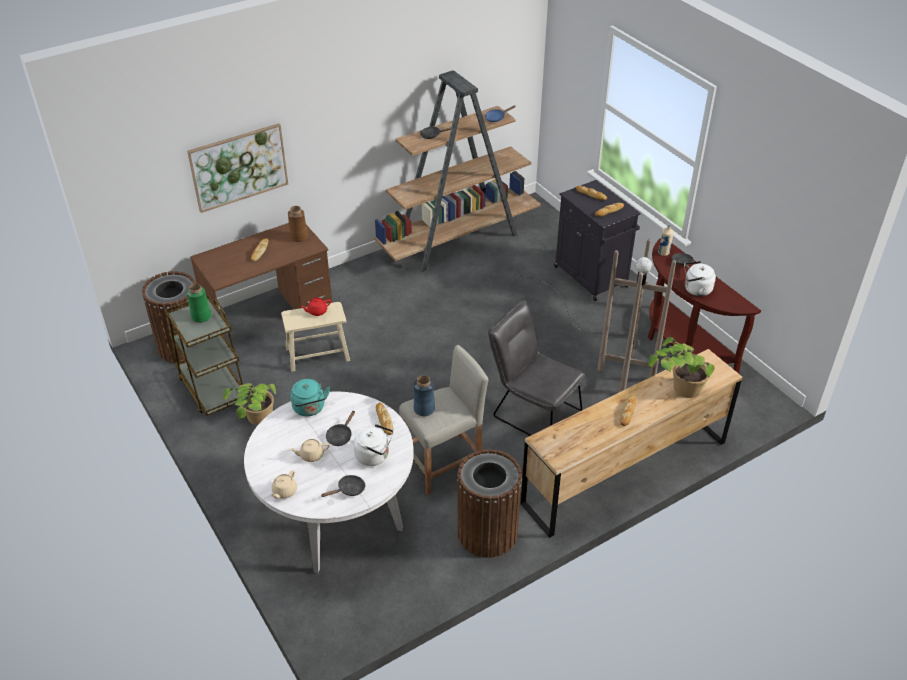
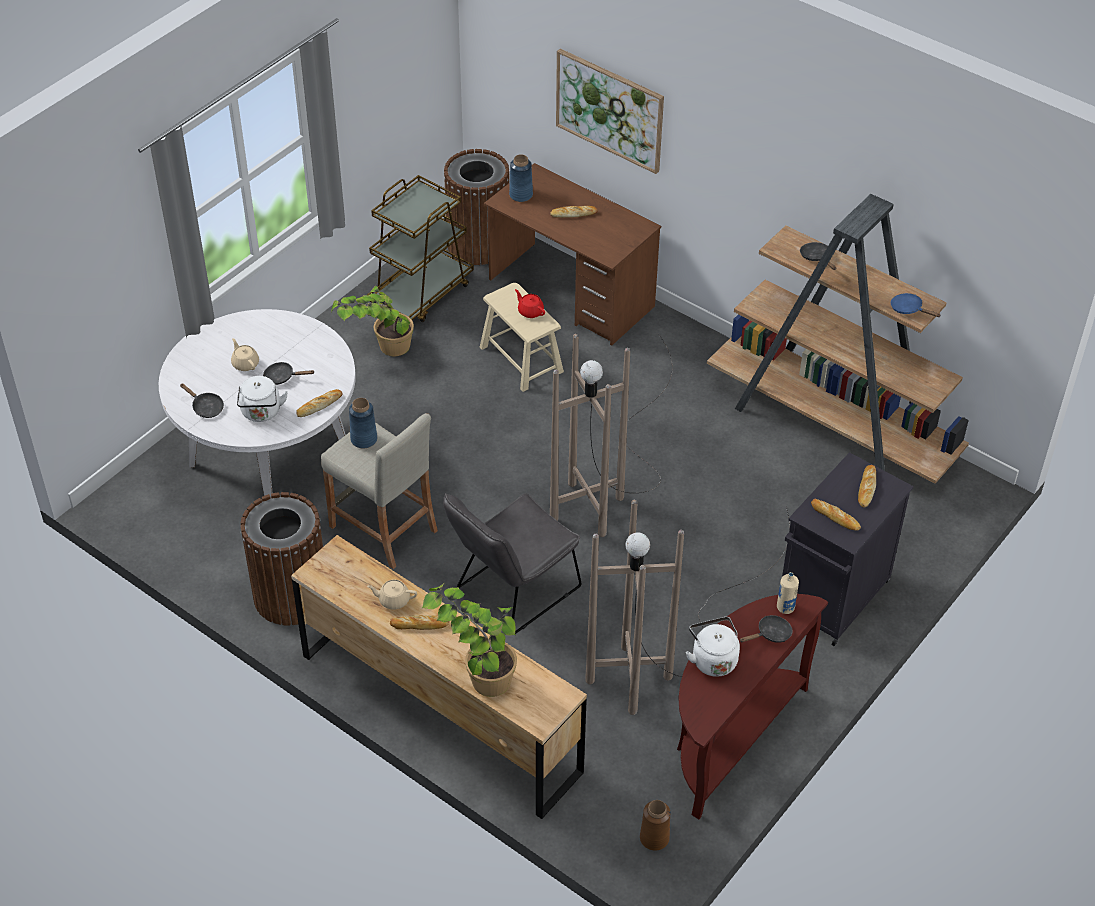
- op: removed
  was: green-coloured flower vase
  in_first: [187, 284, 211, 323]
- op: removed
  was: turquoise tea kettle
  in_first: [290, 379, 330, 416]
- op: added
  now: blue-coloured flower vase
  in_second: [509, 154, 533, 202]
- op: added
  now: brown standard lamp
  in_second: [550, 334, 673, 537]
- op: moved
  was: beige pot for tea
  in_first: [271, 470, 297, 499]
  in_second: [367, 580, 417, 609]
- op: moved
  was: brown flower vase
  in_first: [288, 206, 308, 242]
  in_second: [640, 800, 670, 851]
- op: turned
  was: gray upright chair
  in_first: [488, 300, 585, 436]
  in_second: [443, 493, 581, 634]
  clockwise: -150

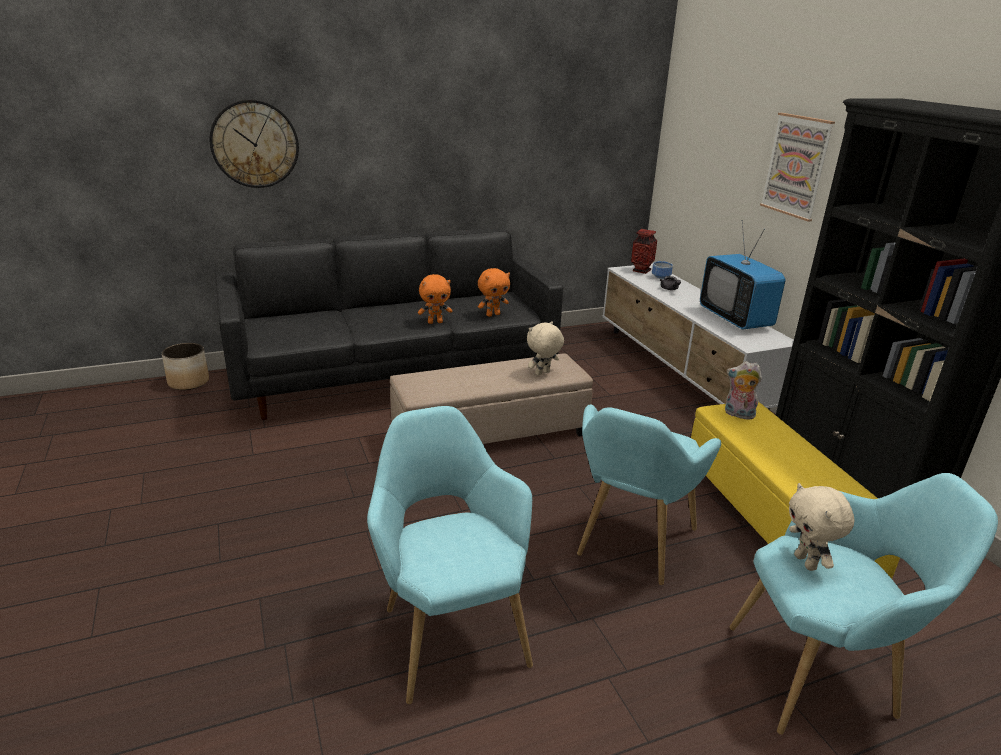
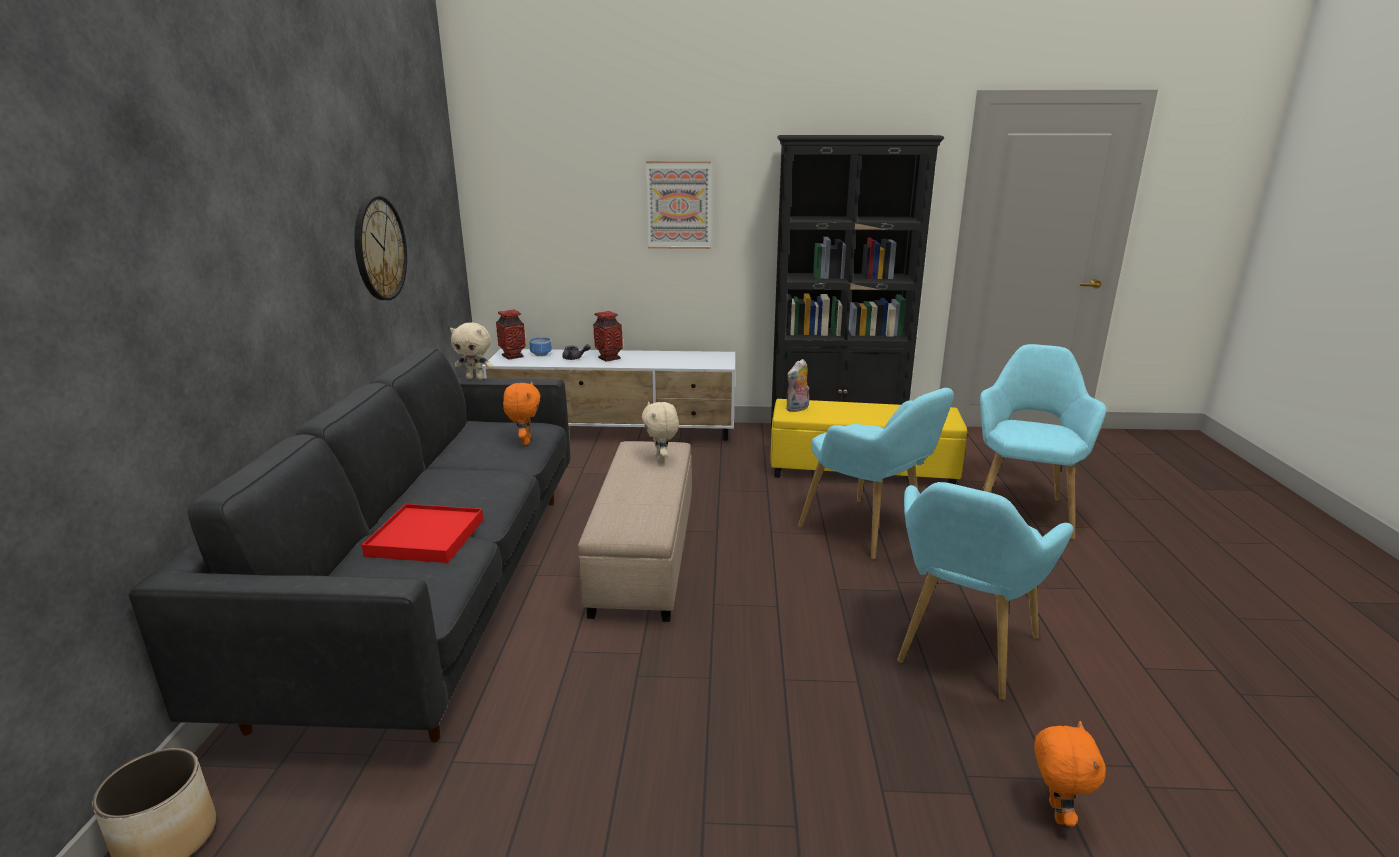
- op: removed
  was: television
  in_first: [700, 220, 785, 329]
- op: added
  now: red-coloured serving tray
  in_second: [362, 504, 483, 563]
- op: added
  now: flower vase
  in_second: [593, 311, 623, 362]
- op: moved
  was: hanging clock
  in_first: [210, 99, 299, 188]
  in_second: [354, 196, 407, 300]
- op: moved
  was: orangey plush toy
  in_first: [418, 274, 452, 324]
  in_second: [1034, 721, 1106, 826]
- op: moved
  was: beige plush toy
  in_first: [789, 483, 855, 571]
  in_second: [450, 323, 493, 380]
- op: turned
  was: turquoise easy chair
  in_first: [367, 406, 533, 704]
  in_second: [897, 482, 1073, 700]
  clockwise: -60

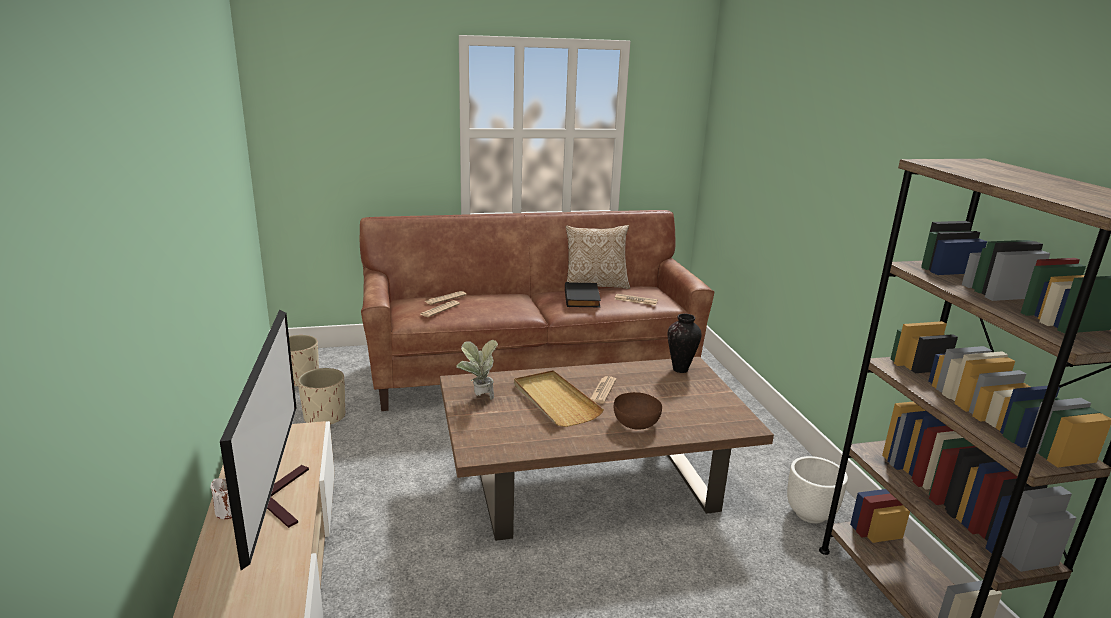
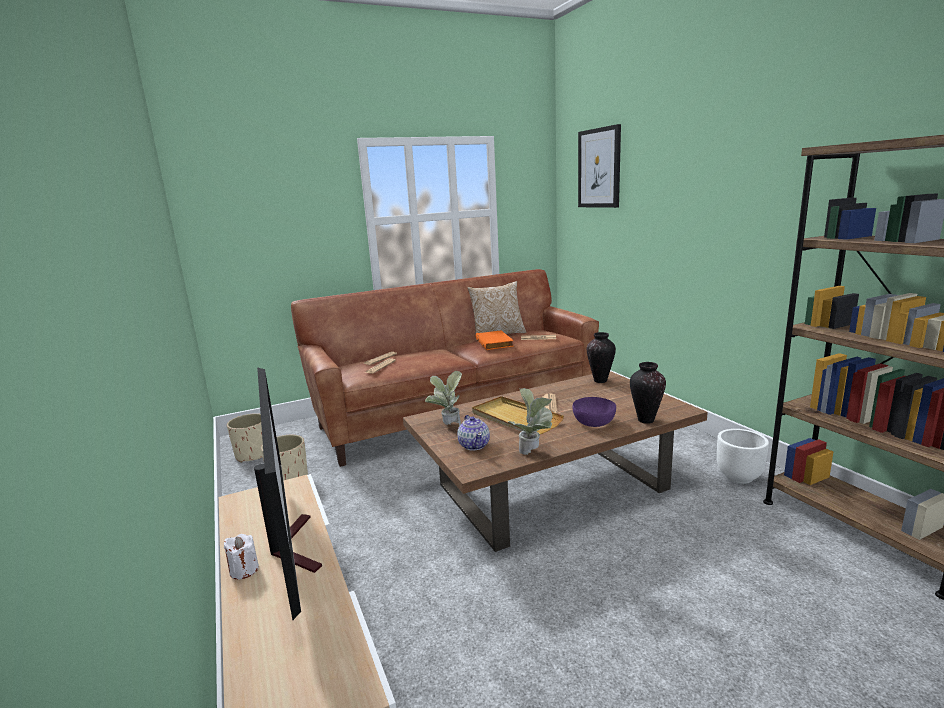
- op: added
  now: pot for tea
  in_second: [457, 415, 490, 451]
- op: added
  now: potted plant
  in_second: [508, 388, 553, 455]
- op: added
  now: picture
  in_second: [578, 124, 621, 208]
- op: added
  now: flower vase
  in_second: [630, 362, 666, 424]
- op: recoloured
  was: black-coloured bound book
  now: orangey bound book
  in_first: [565, 282, 601, 307]
  in_second: [476, 330, 514, 350]
- op: recoloured
  was: brown serving bowl
  now: purplish serving bowl
  in_first: [614, 392, 662, 430]
  in_second: [573, 397, 616, 427]

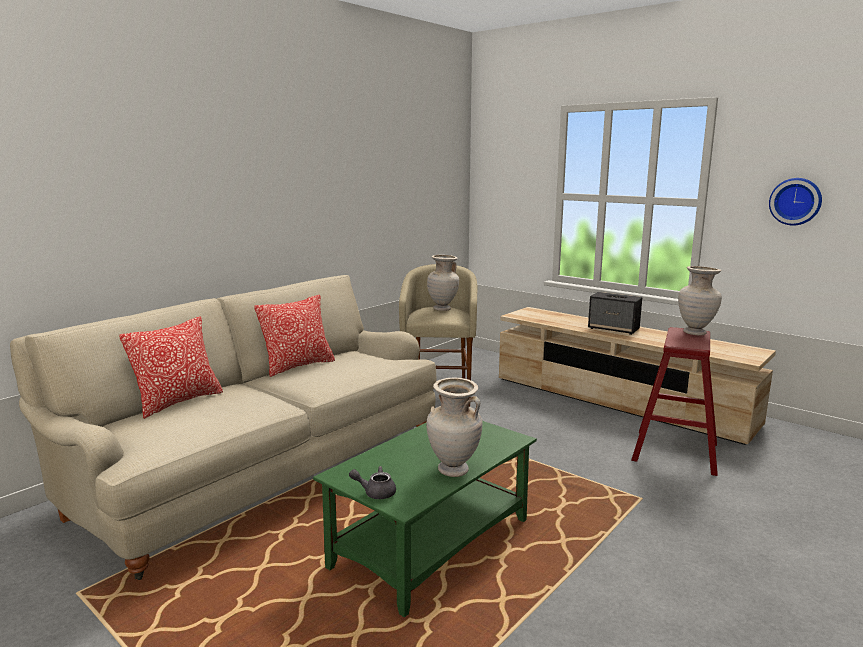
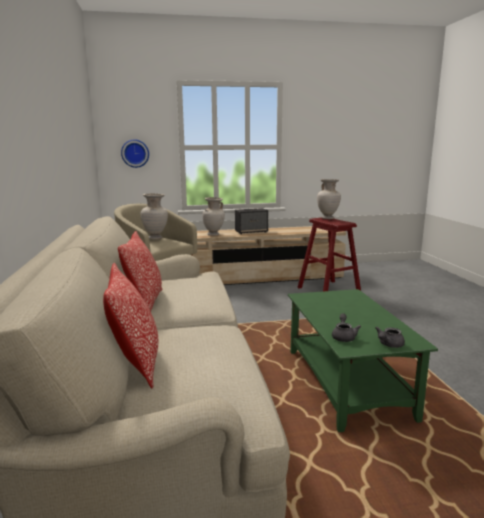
- op: added
  now: gray pot for tea
  in_second: [332, 313, 361, 342]
- op: moved
  was: beige flower vase
  in_first: [426, 378, 482, 477]
  in_second: [202, 197, 225, 236]
- op: moved
  was: hanging clock
  in_first: [769, 178, 822, 226]
  in_second: [121, 139, 149, 168]

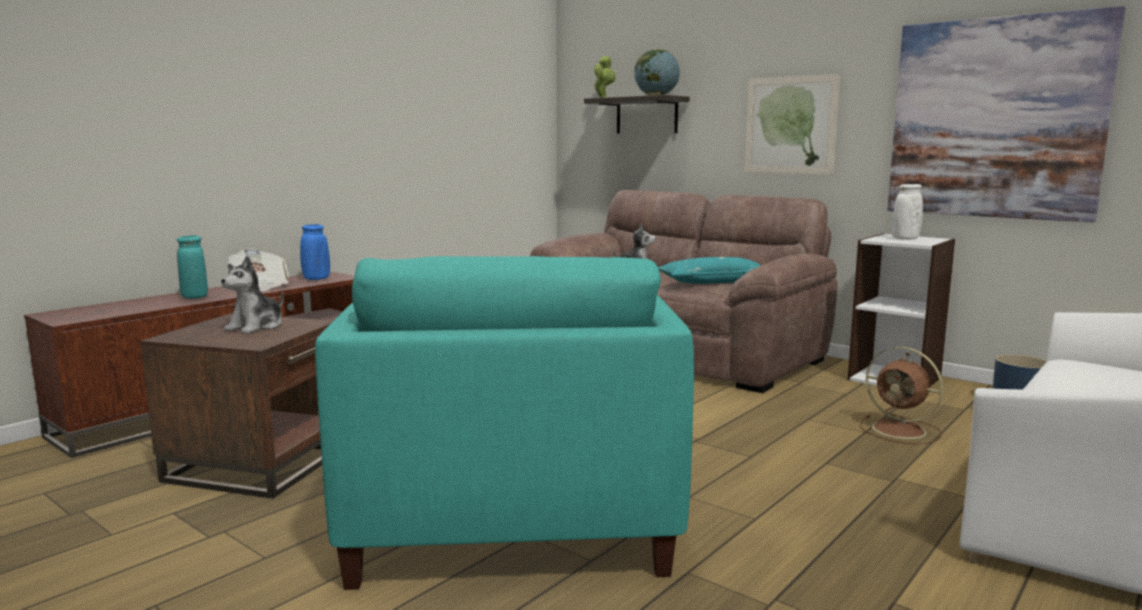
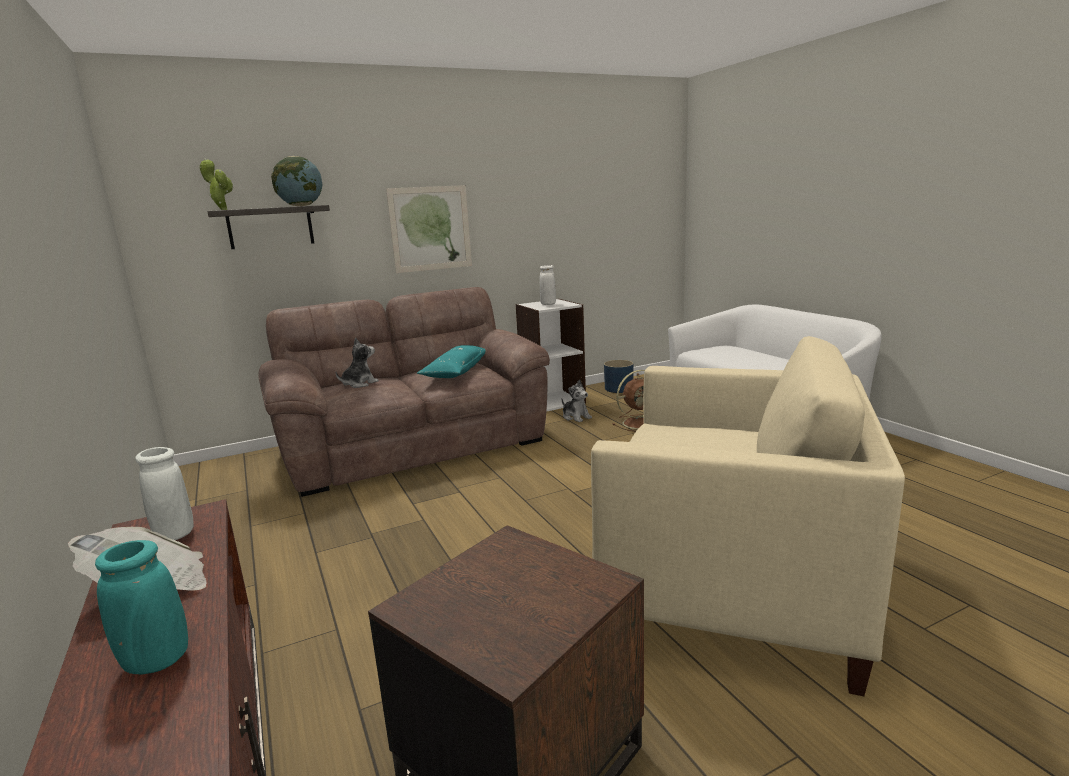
- op: removed
  was: picture
  in_first: [887, 6, 1126, 223]
- op: moved
  was: plush toy
  in_first: [221, 256, 284, 334]
  in_second: [562, 380, 592, 422]
- op: recoloured
  was: blue-coloured flower vase
  now: white-coloured flower vase
  in_first: [300, 224, 330, 280]
  in_second: [135, 447, 194, 540]
- op: recoloured
  was: turquoise easy chair
  now: beige easy chair
  in_first: [315, 256, 694, 590]
  in_second: [591, 336, 905, 696]

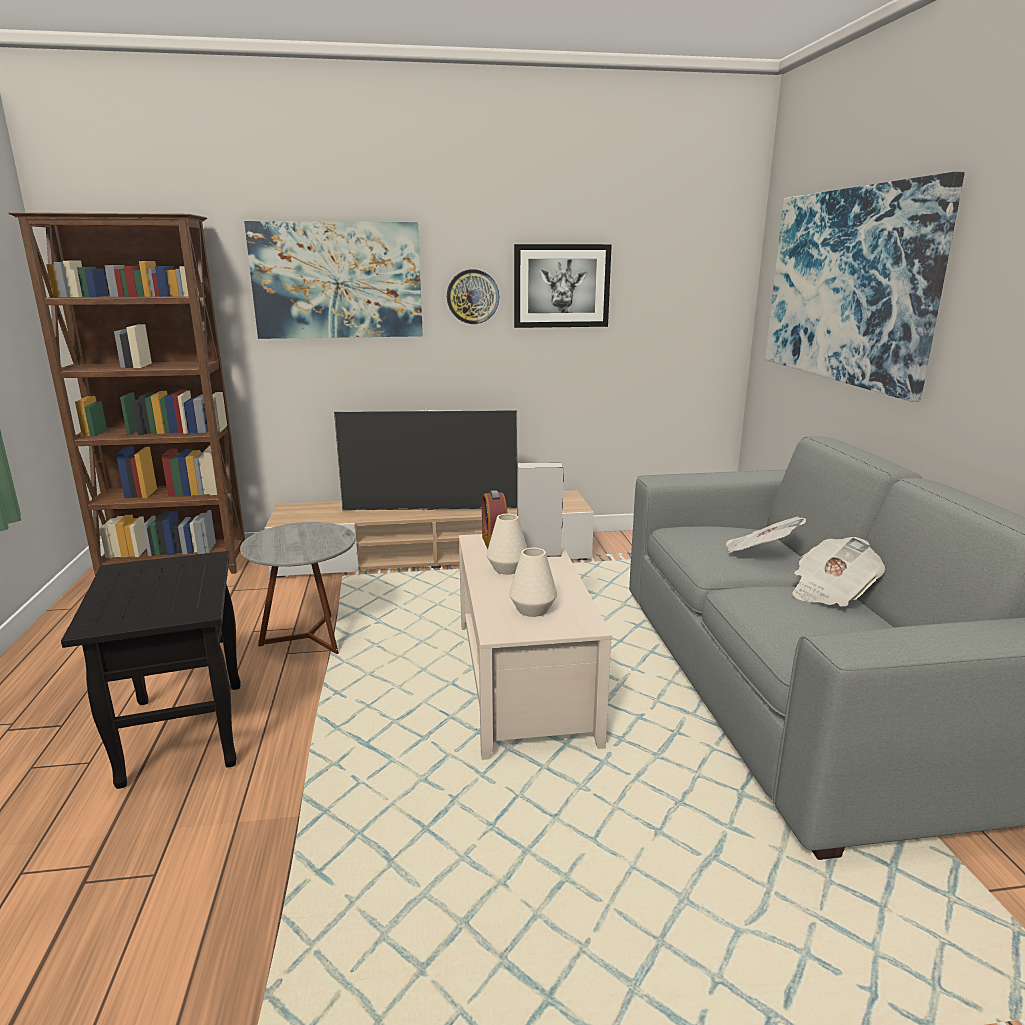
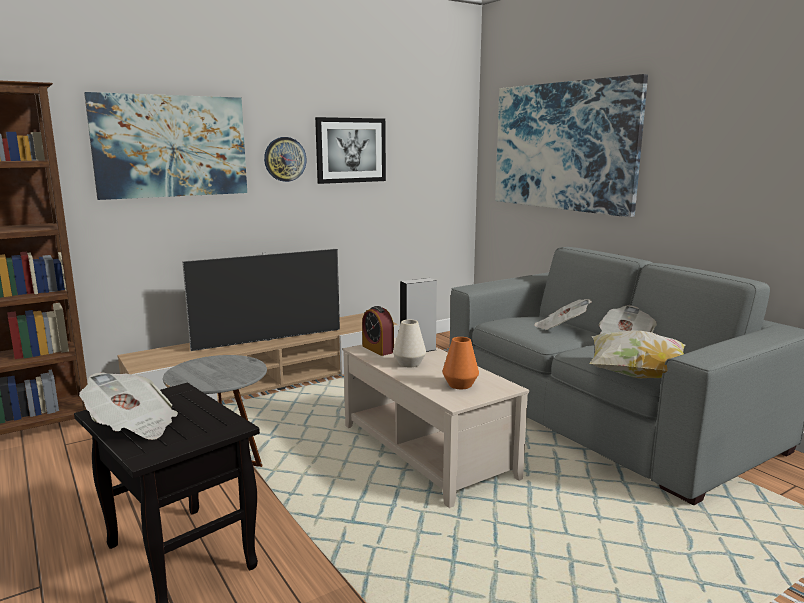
- op: added
  now: daily paper
  in_second: [79, 372, 178, 440]
- op: added
  now: cushion
  in_second: [589, 330, 685, 379]
- op: recoloured
  was: white-coloured flower vase
  now: orangey flower vase
  in_first: [509, 548, 557, 617]
  in_second: [442, 337, 479, 389]

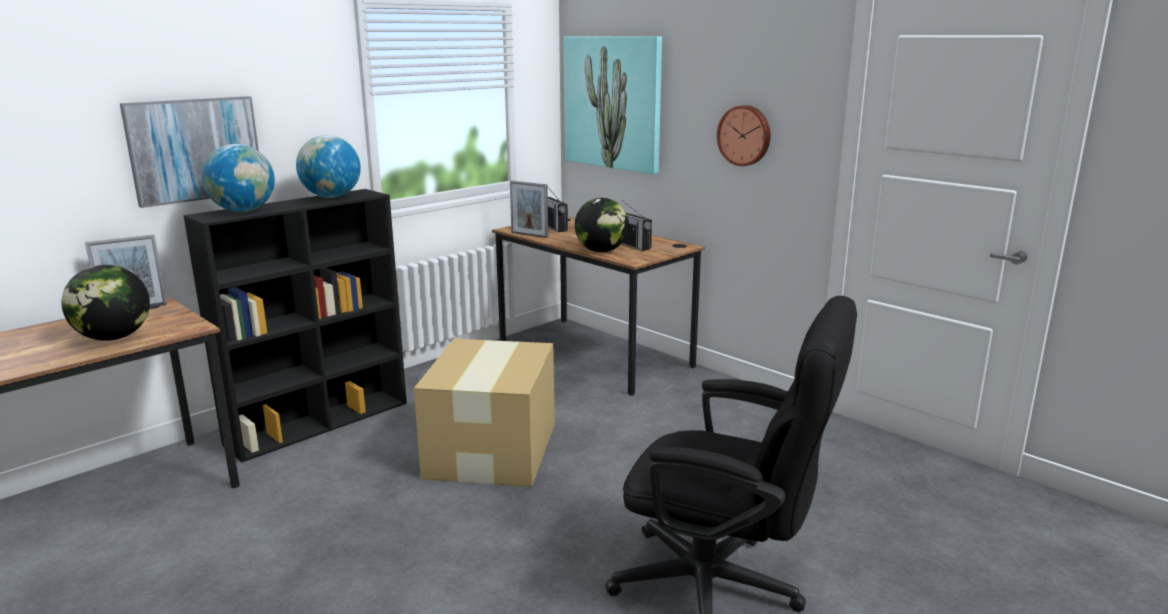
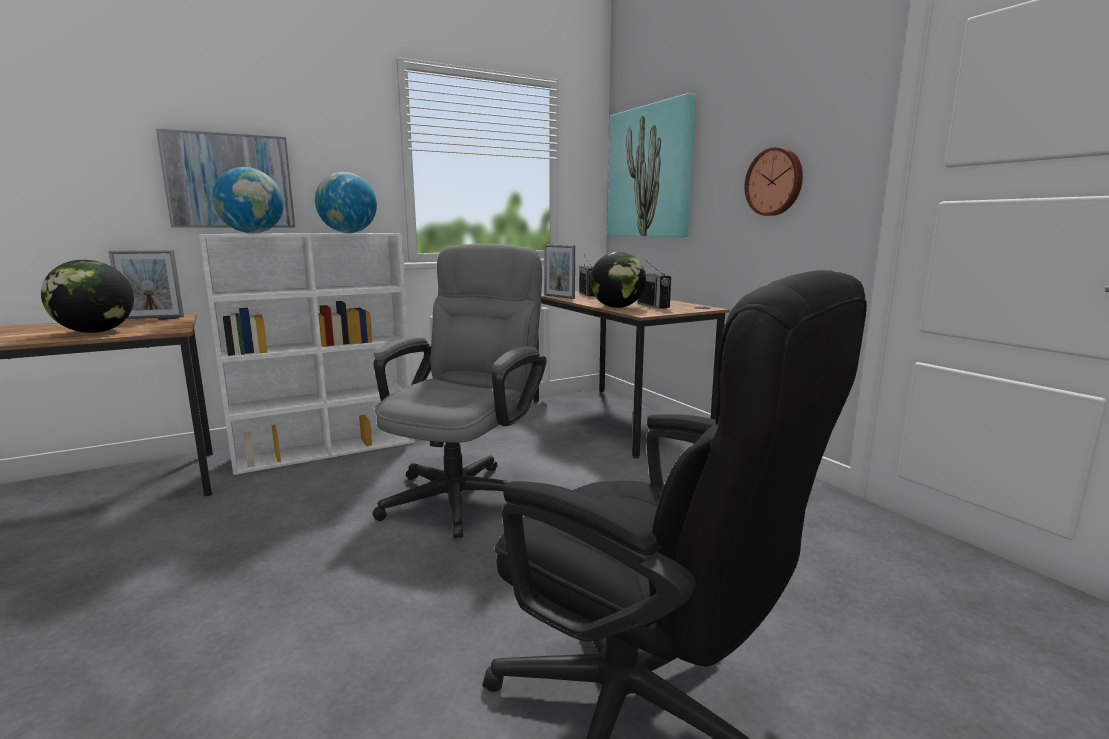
- op: replaced
  was: carton
  now: gray office chair
  in_first: [414, 339, 555, 487]
  in_second: [373, 243, 547, 539]
- op: recoloured
  was: black-coloured bookcase
  now: white-coloured bookcase
  in_first: [183, 189, 407, 462]
  in_second: [199, 233, 415, 475]

